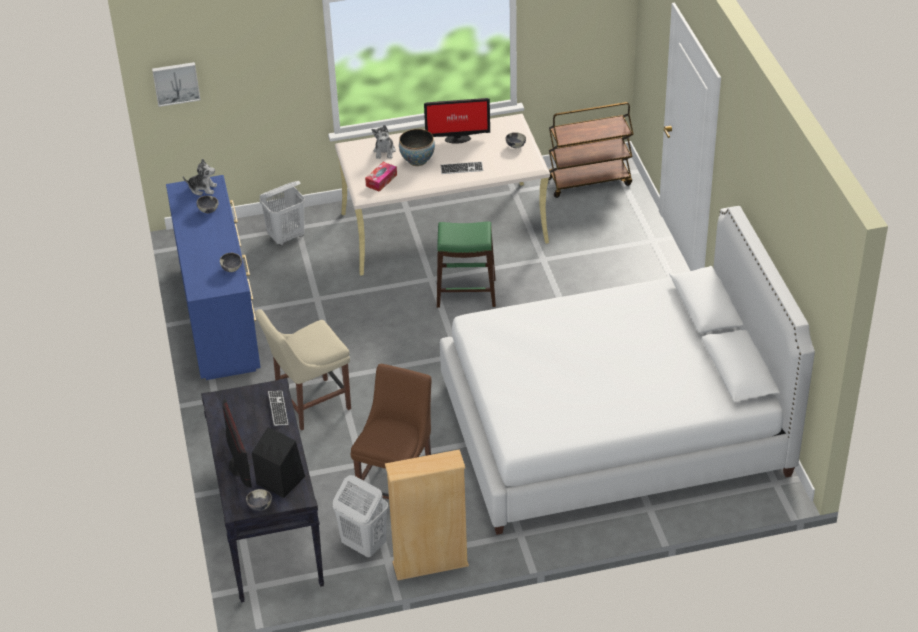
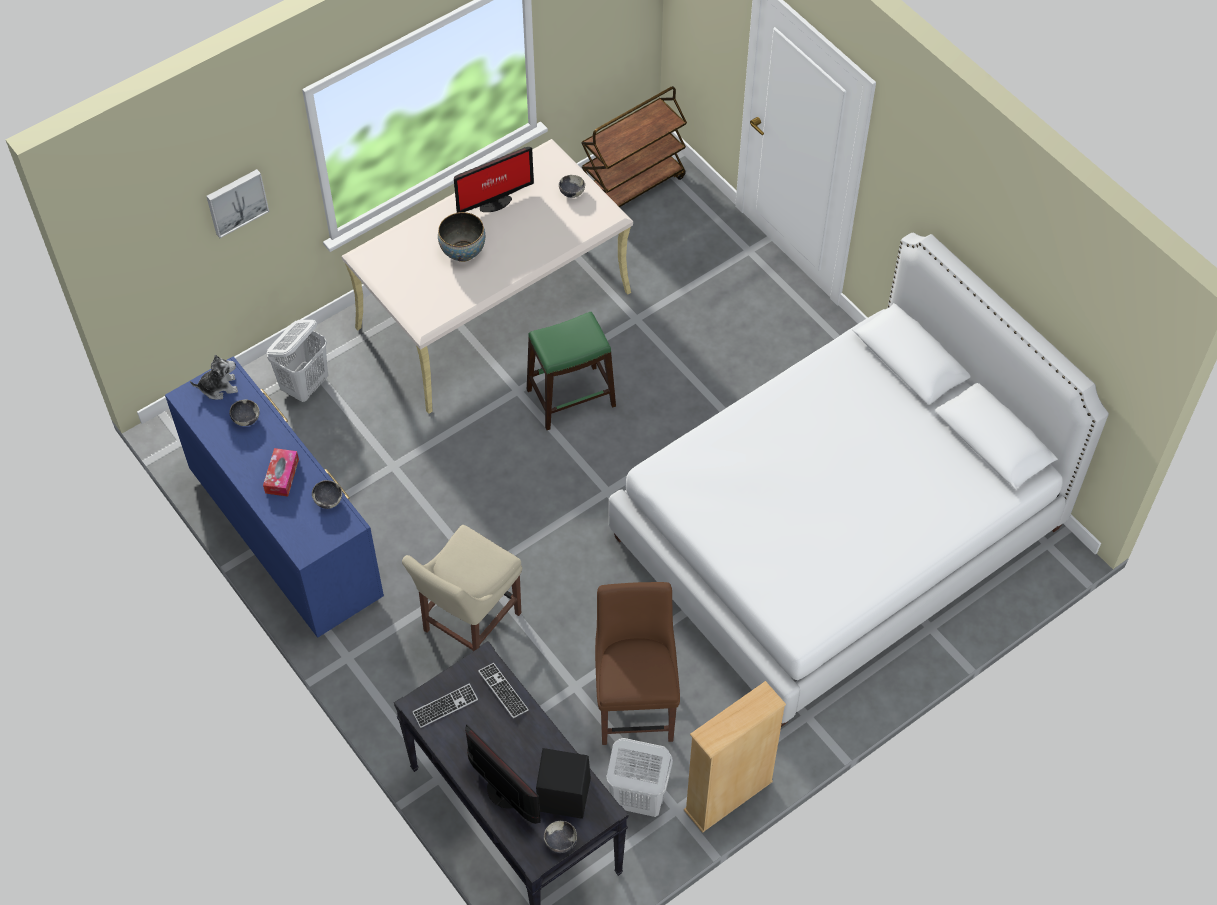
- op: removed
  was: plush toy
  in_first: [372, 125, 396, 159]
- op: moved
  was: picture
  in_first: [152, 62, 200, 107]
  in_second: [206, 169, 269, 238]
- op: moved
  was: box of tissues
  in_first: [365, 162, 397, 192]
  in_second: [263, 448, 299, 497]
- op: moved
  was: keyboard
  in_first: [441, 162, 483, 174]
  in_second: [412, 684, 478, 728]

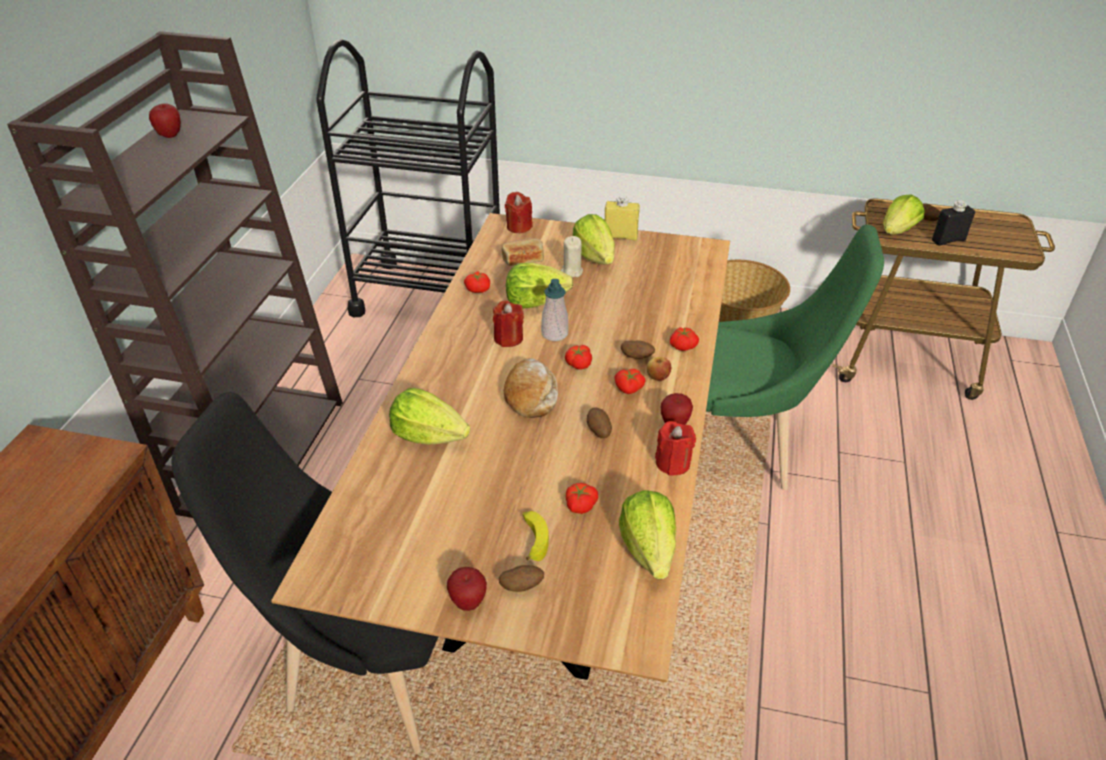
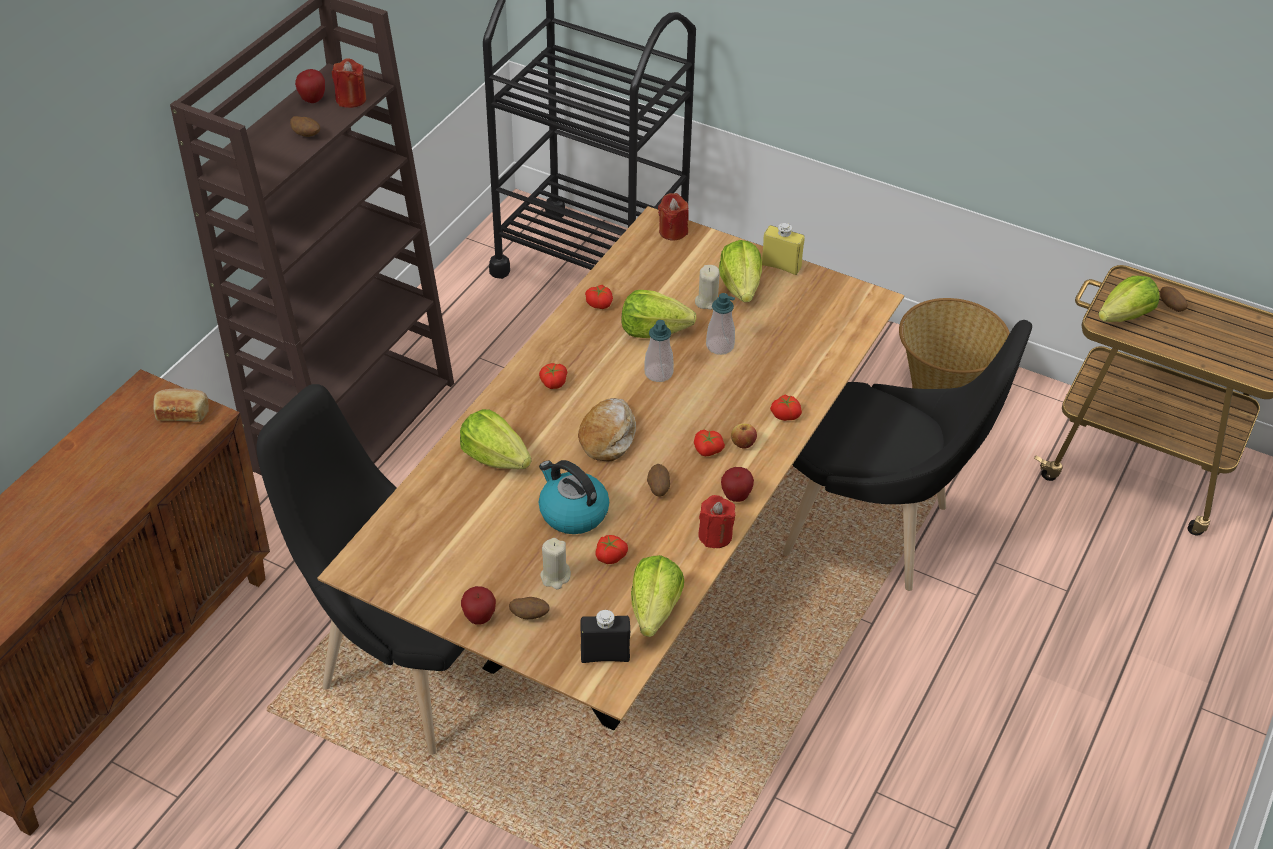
- op: added
  now: tea kettle
  in_second: [539, 460, 609, 534]
- op: added
  now: soap dispenser
  in_second: [706, 293, 735, 355]
- op: moved
  was: red-coloured wax light
  in_first: [493, 301, 524, 347]
  in_second: [332, 58, 366, 108]
- op: moved
  was: bread
  in_first: [502, 238, 544, 266]
  in_second: [153, 388, 209, 422]
- op: moved
  was: fresh tomato
  in_first: [565, 345, 592, 370]
  in_second: [539, 363, 567, 389]
- op: moved
  was: potato
  in_first: [621, 340, 655, 359]
  in_second: [290, 116, 320, 137]
- op: moved
  was: black-coloured bottle
  in_first: [932, 200, 975, 246]
  in_second: [580, 610, 630, 663]
- op: replaced
  was: banana
  now: beige wax light
  in_first: [522, 511, 549, 561]
  in_second: [540, 538, 571, 589]
- op: recoloured
  was: green-coloured upright chair
  now: black-coloured upright chair
  in_first: [706, 224, 884, 490]
  in_second: [783, 320, 1032, 591]

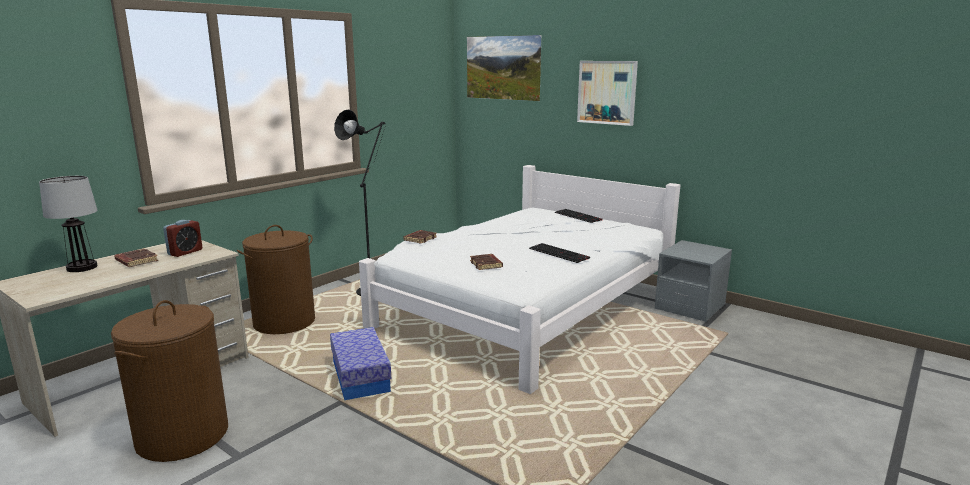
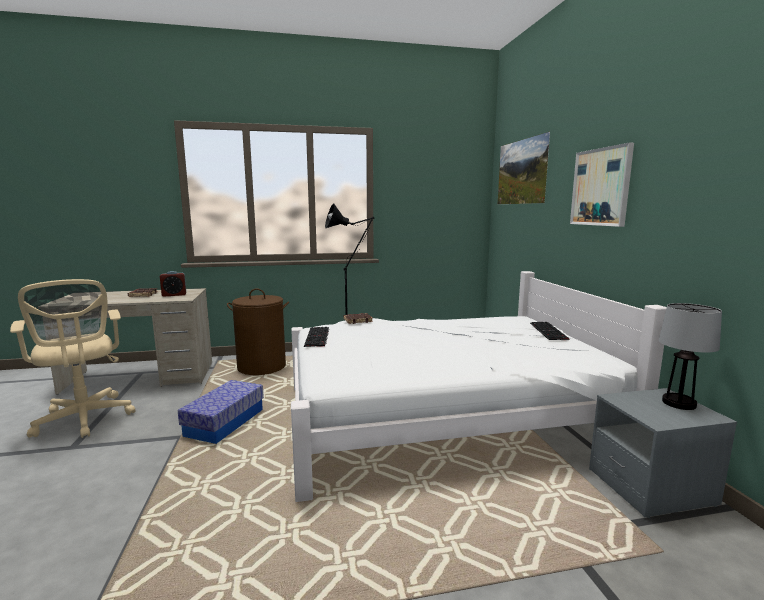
- op: removed
  was: brown bound book
  in_first: [470, 254, 503, 270]
- op: moved
  was: table lamp
  in_first: [39, 176, 97, 272]
  in_second: [659, 303, 722, 410]
- op: moved
  was: keyboard
  in_first: [529, 243, 590, 263]
  in_second: [304, 327, 329, 347]
- op: replaced
  was: brown washing basket
  now: beige office chair
  in_first: [111, 300, 228, 462]
  in_second: [10, 279, 135, 438]

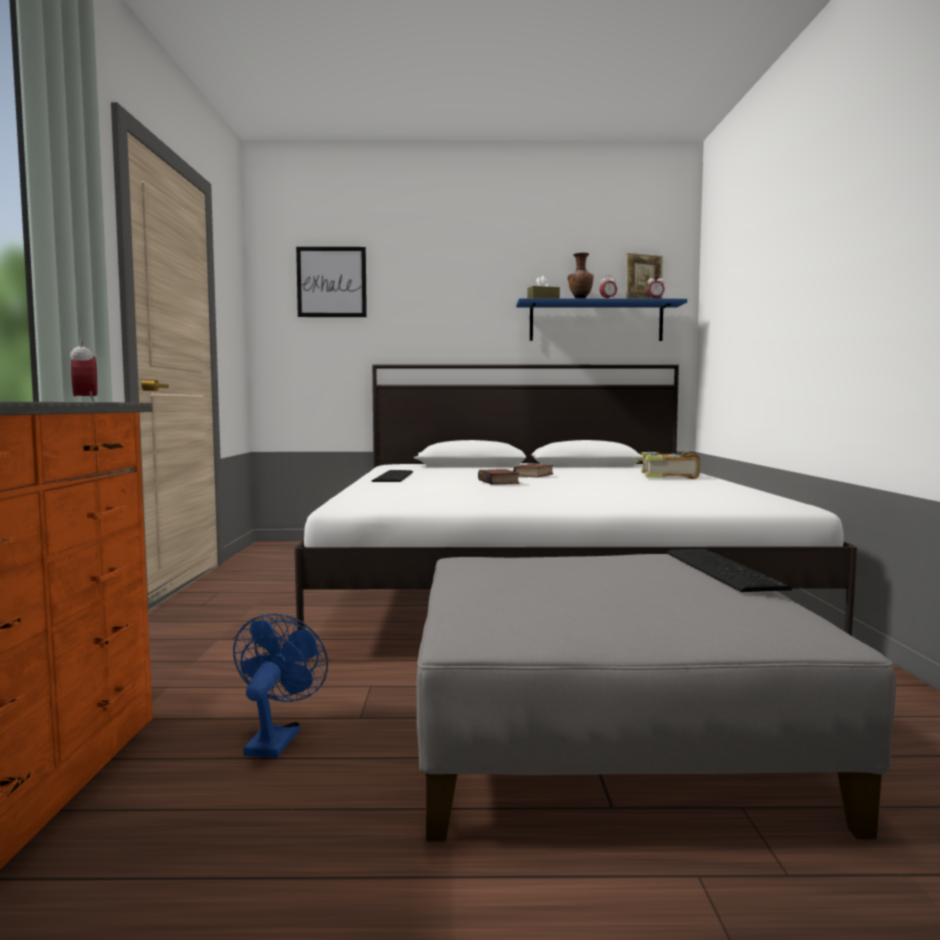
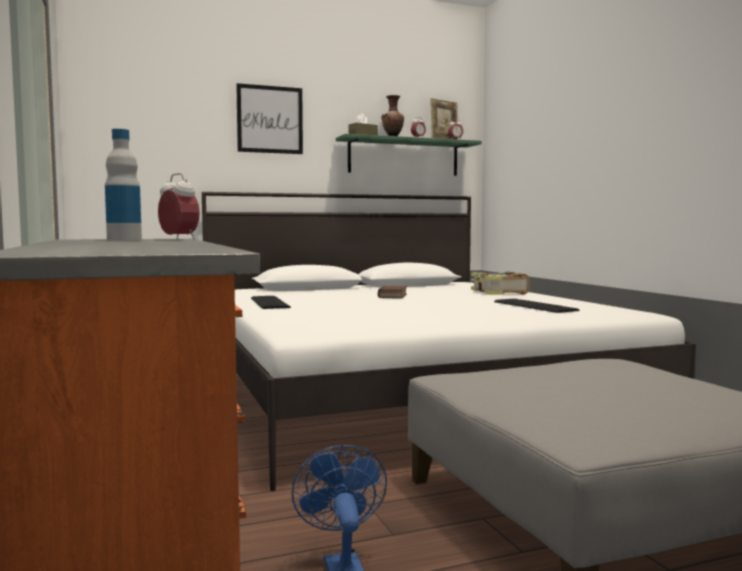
- op: removed
  was: bound book
  in_first: [478, 469, 520, 485]
- op: added
  now: bottle
  in_second: [105, 129, 142, 240]
- op: moved
  was: picture
  in_first: [296, 247, 367, 317]
  in_second: [236, 83, 303, 154]
- op: moved
  was: keyboard
  in_first: [667, 549, 792, 592]
  in_second: [494, 299, 579, 313]
- op: recoloured
  was: blue-coloured wall shelf
  now: green-coloured wall shelf
  in_first: [516, 298, 687, 341]
  in_second: [336, 134, 482, 176]

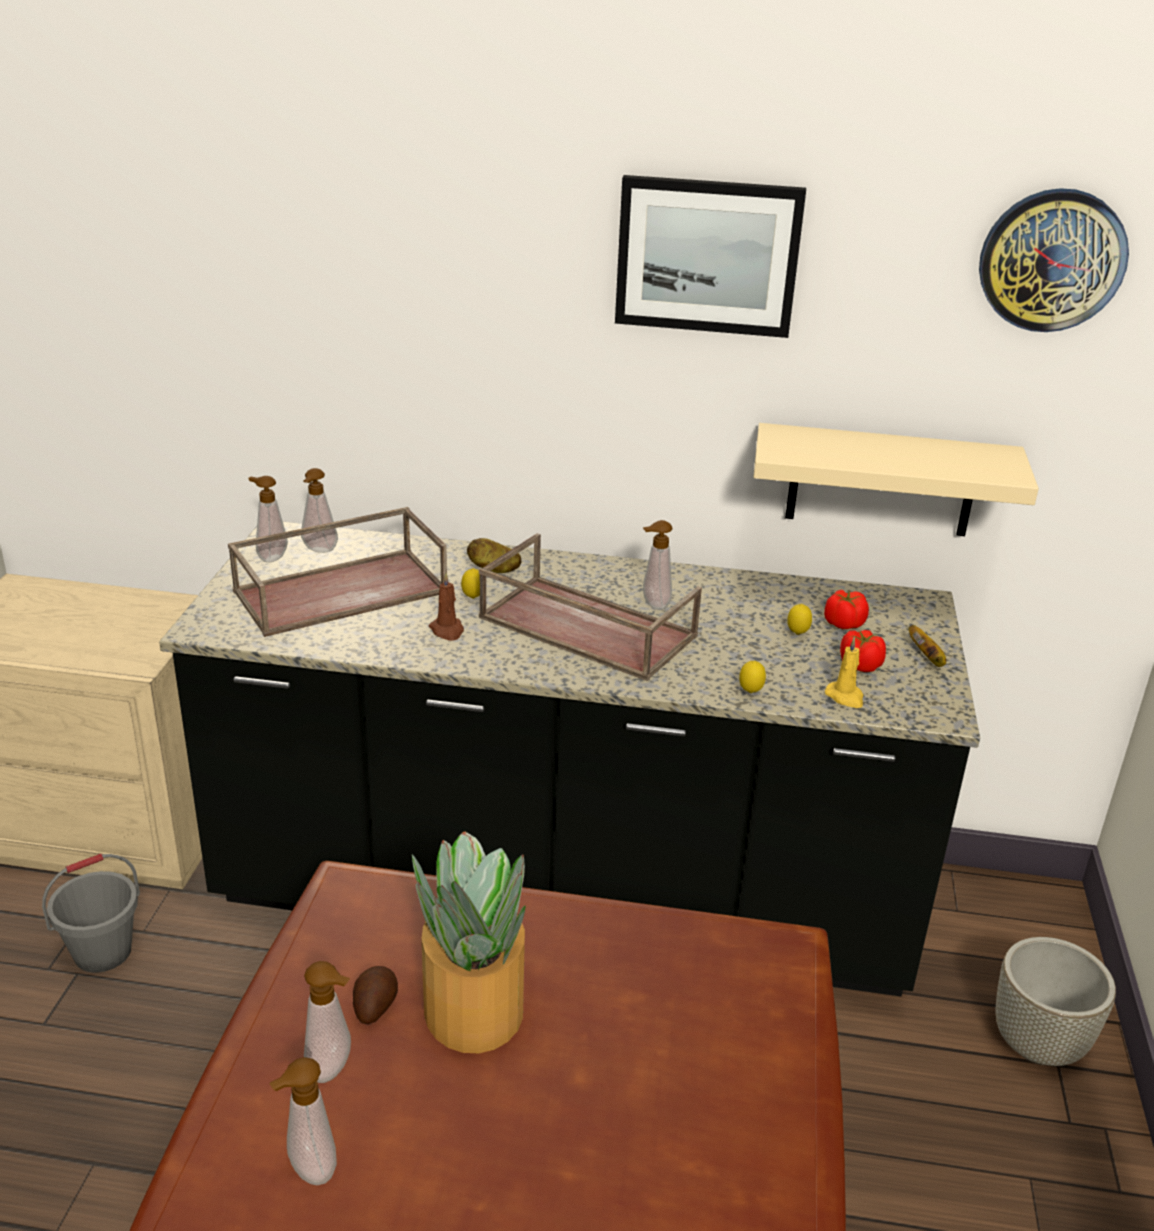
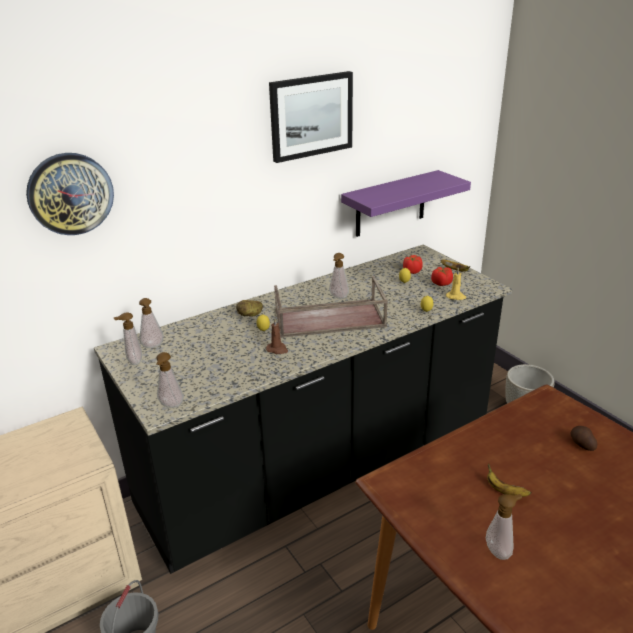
- op: removed
  was: brown serving tray
  in_first: [228, 507, 447, 637]
- op: moved
  was: soap dispenser
  in_first: [269, 1057, 337, 1185]
  in_second: [156, 352, 184, 408]
- op: moved
  was: potato
  in_first: [353, 966, 398, 1024]
  in_second: [570, 426, 597, 451]
- op: moved
  was: hanging clock
  in_first: [979, 188, 1129, 332]
  in_second: [26, 153, 114, 235]
- op: replaced
  was: potted plant
  now: banana
  in_first: [412, 832, 525, 1053]
  in_second: [487, 463, 531, 497]
- op: recoloured
  was: beige wall shelf
  now: purplish wall shelf
  in_first: [753, 423, 1039, 536]
  in_second: [341, 170, 471, 237]

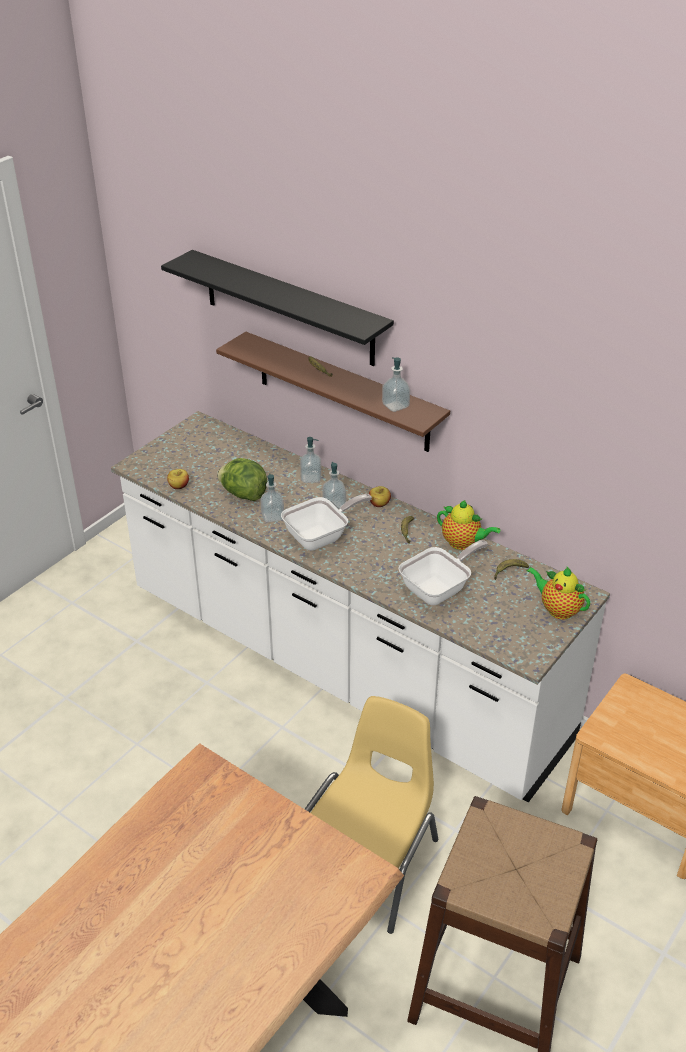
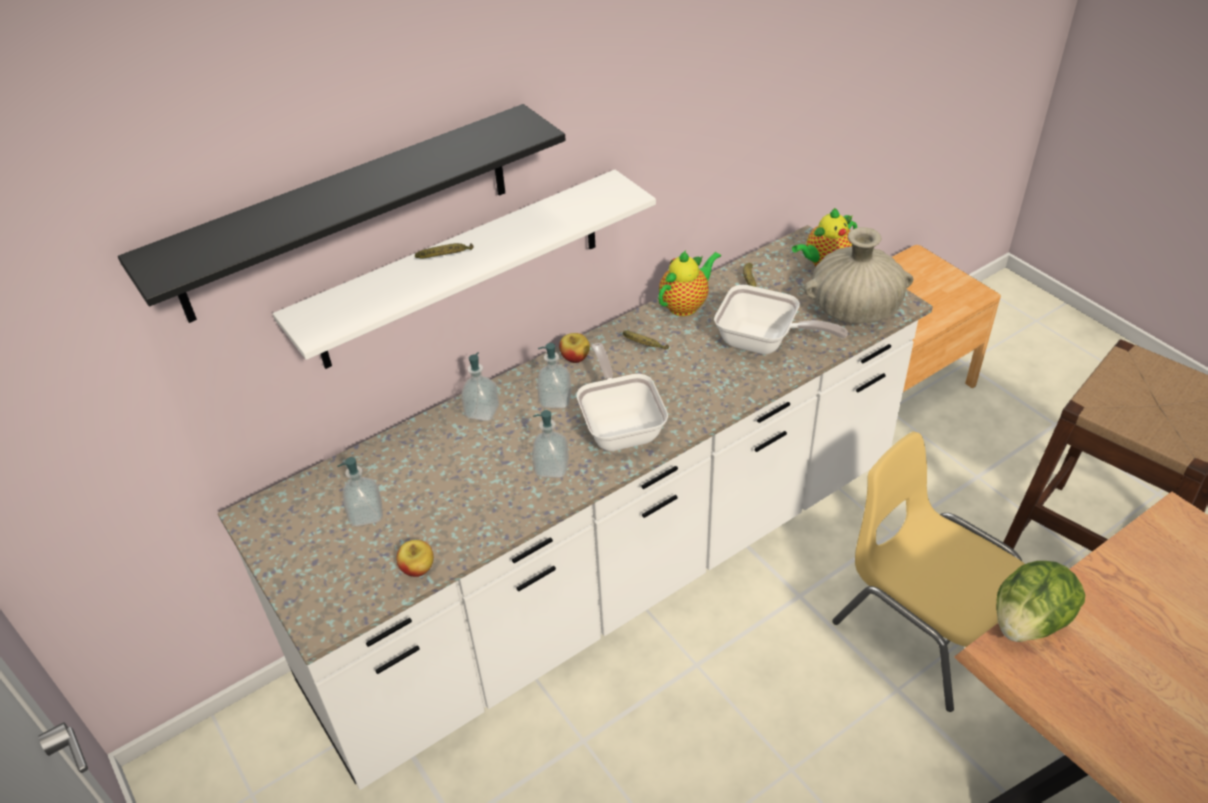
- op: added
  now: beige flower vase
  in_second: [804, 227, 913, 323]
- op: moved
  was: lettuce
  in_first: [217, 458, 267, 501]
  in_second: [996, 561, 1085, 642]
- op: moved
  was: soap dispenser
  in_first: [382, 357, 410, 412]
  in_second: [337, 457, 383, 527]
- op: recoloured
  was: brown wall shelf
  now: white-coloured wall shelf
  in_first: [216, 332, 450, 452]
  in_second: [273, 169, 656, 369]
- op: turned
  was: pan
  in_first: [399, 540, 488, 605]
  in_second: [714, 285, 848, 354]
  clockwise: 135

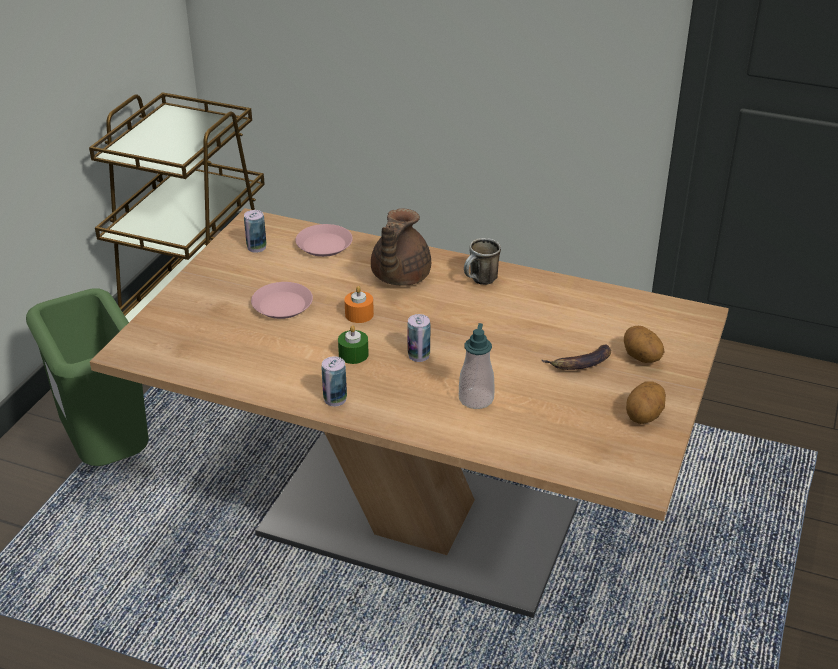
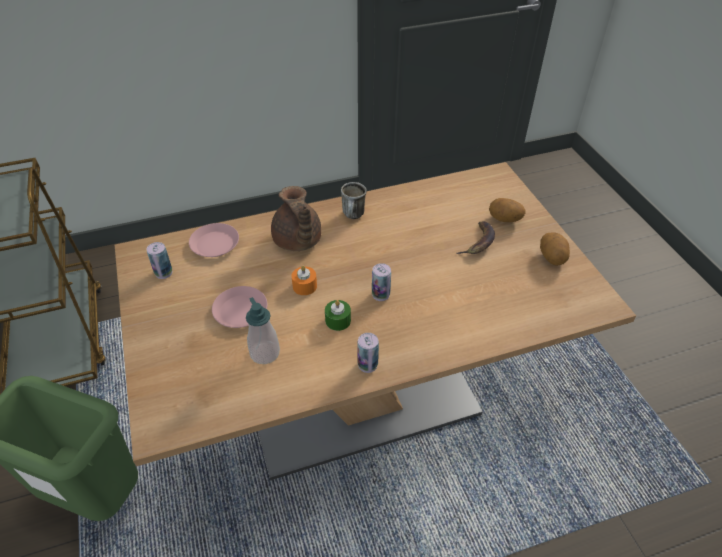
- op: moved
  was: soap dispenser
  in_first: [459, 323, 495, 409]
  in_second: [246, 297, 280, 364]

